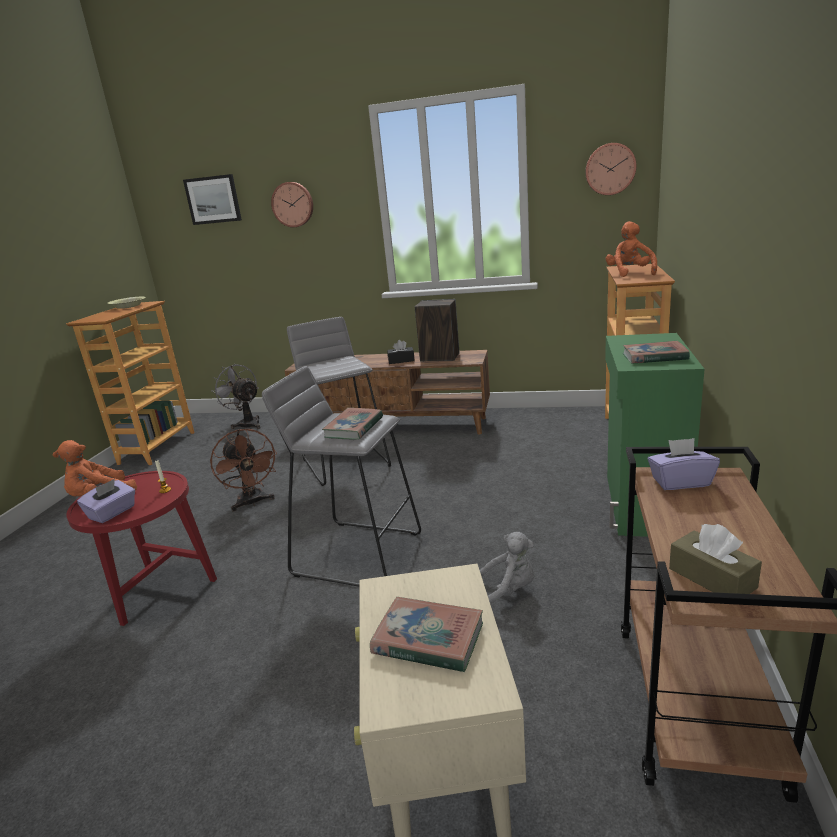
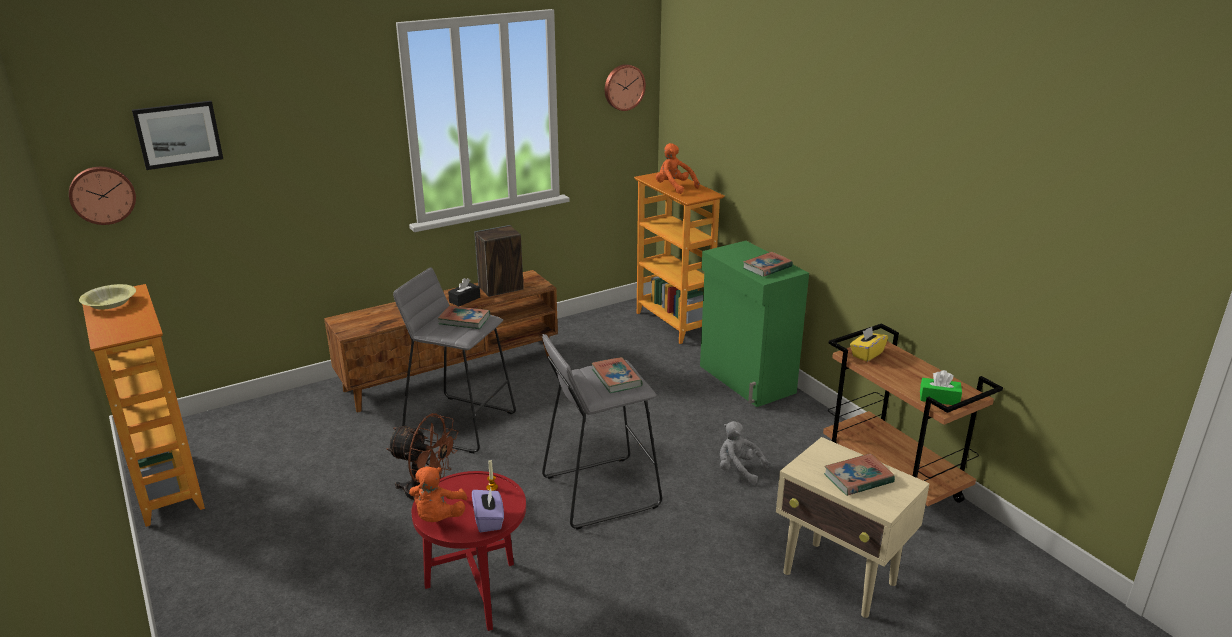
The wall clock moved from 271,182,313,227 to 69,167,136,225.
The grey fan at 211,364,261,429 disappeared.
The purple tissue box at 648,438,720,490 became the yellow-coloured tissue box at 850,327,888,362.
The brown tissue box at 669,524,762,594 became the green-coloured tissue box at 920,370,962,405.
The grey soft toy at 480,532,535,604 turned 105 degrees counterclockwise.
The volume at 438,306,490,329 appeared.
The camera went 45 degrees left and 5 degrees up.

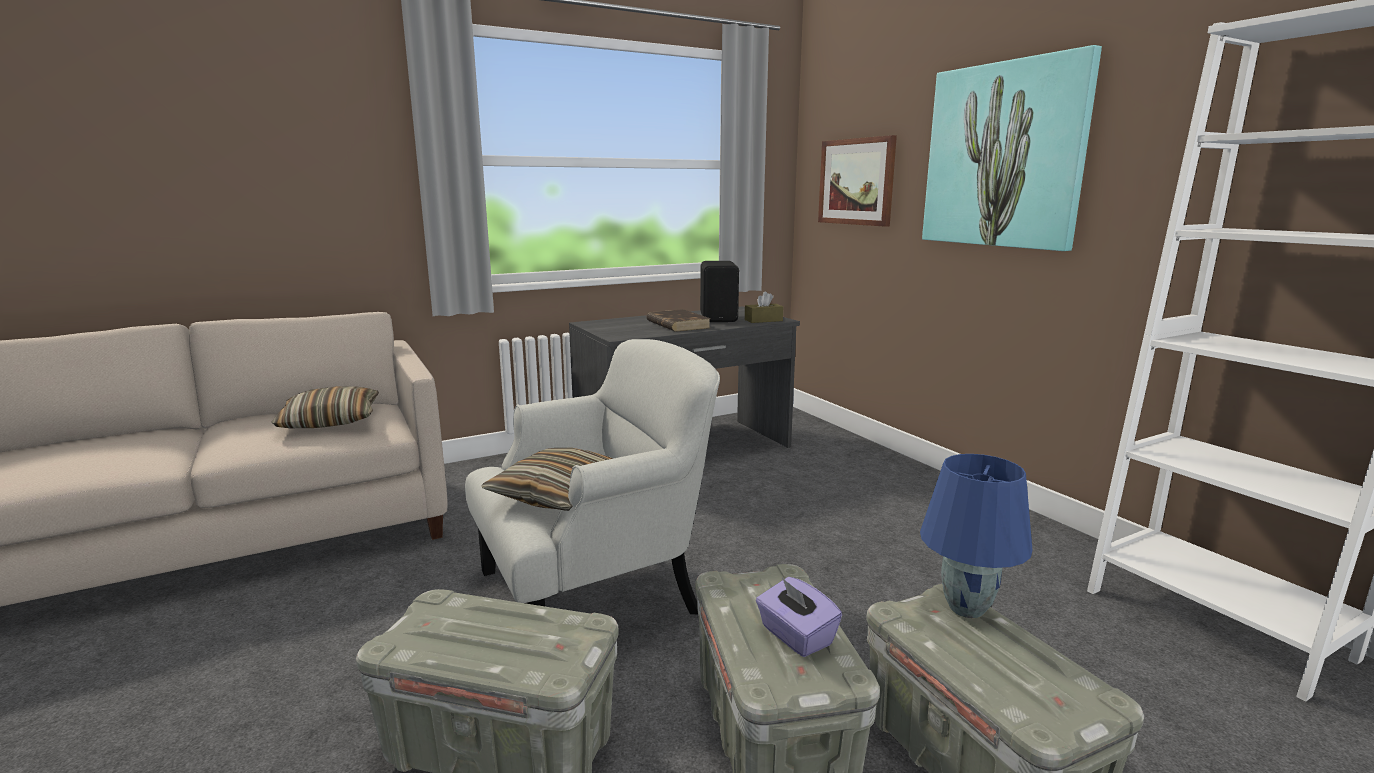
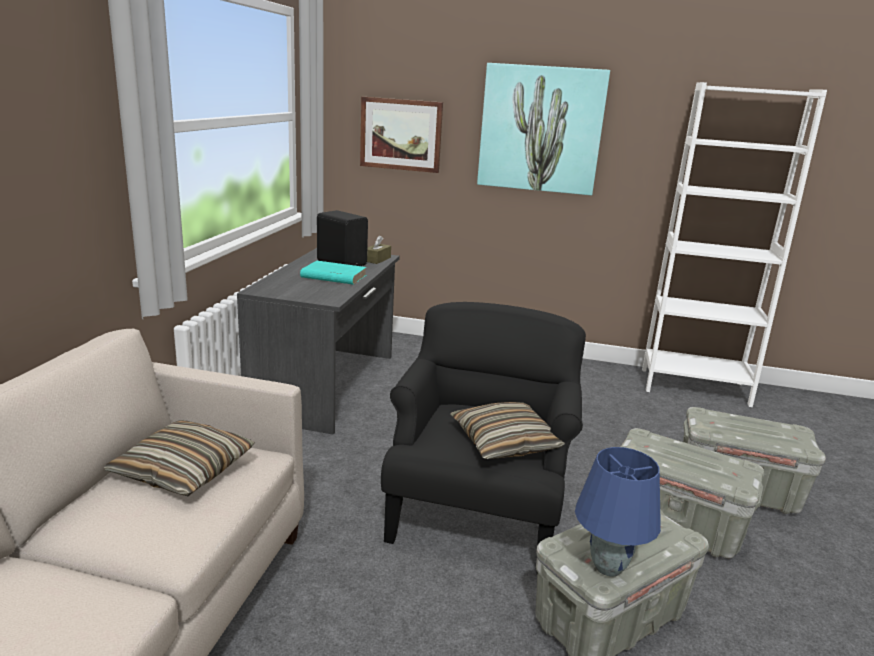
The brown volume at 647,309,711,332 became the turquoise volume at 300,261,367,285.
The white-coloured armchair at 465,339,720,614 became the black-coloured armchair at 381,302,586,544.
The bluish table lamp moved from 920,454,1032,618 to 575,447,661,577.
The purple tissue box at 756,577,842,657 disappeared.
The camera went 50 degrees left and 5 degrees up.

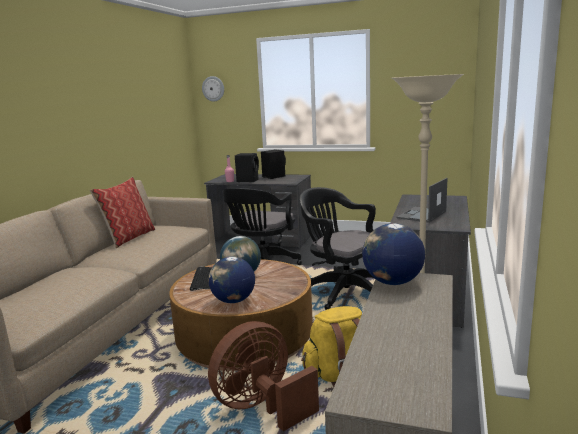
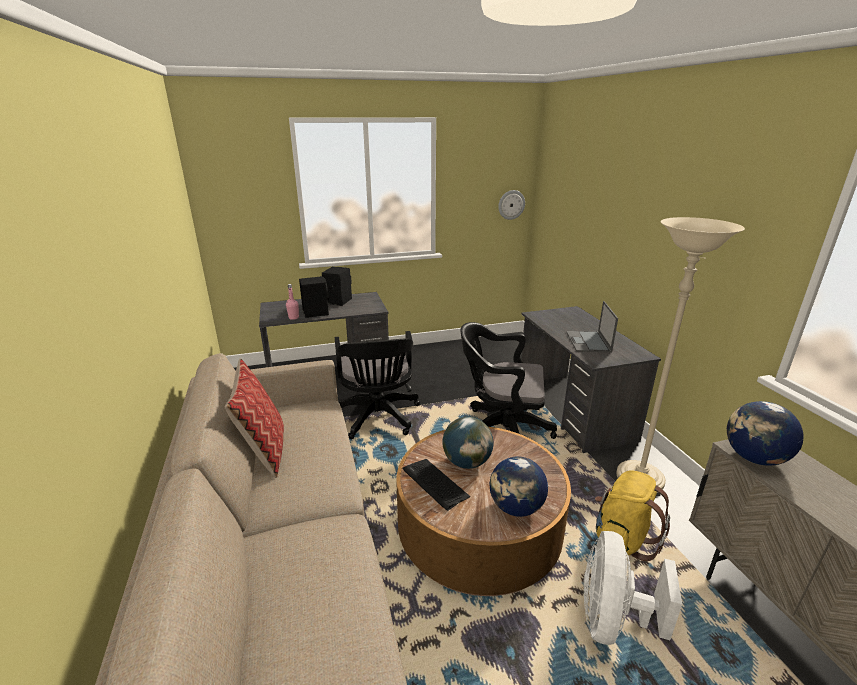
The wall clock moved from 202,76,224,101 to 498,190,525,220.
The brown fan at 208,321,319,431 became the white-coloured fan at 583,531,682,645.
The camera went 35 degrees left and 10 degrees up.

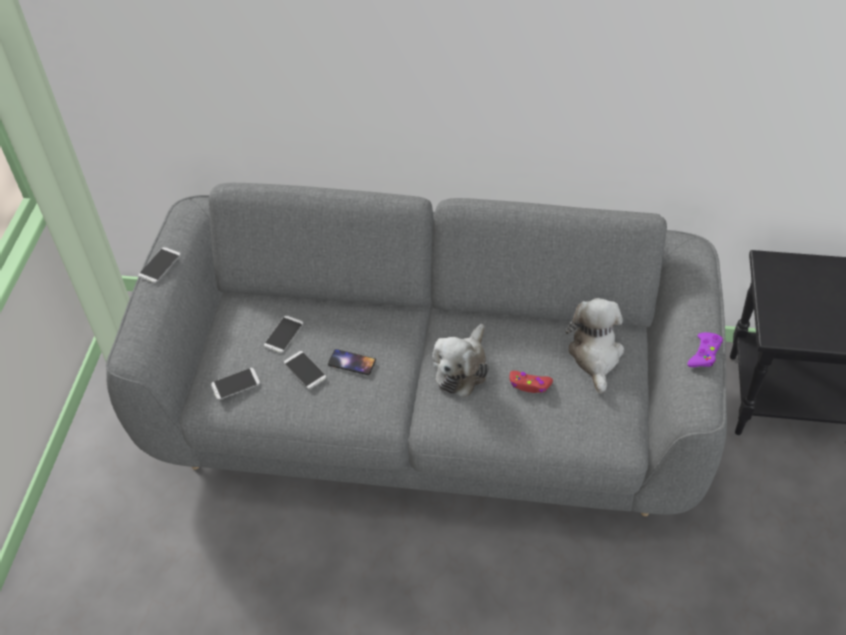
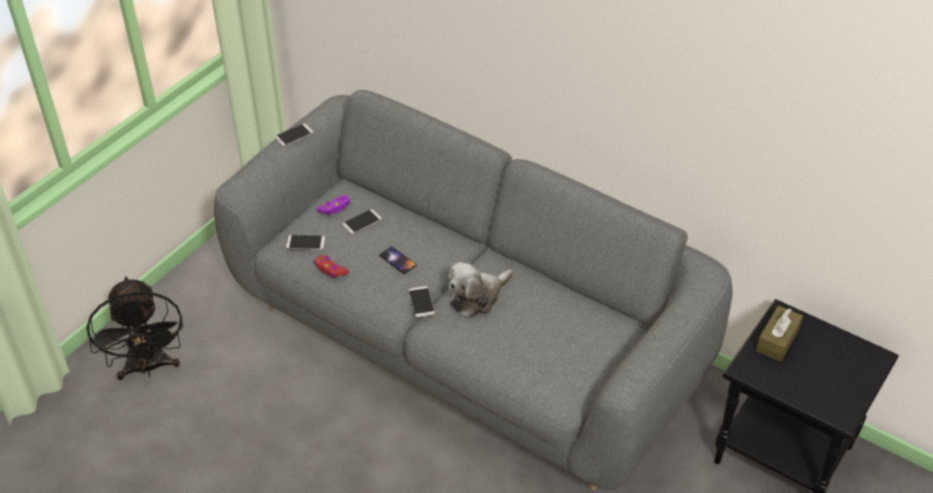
The soft toy at 565,298,624,394 disappeared.
The purple gamepad moved from 688,332,723,368 to 316,195,350,215.
The telephone moved from 284,351,326,389 to 409,286,435,317.
The reddish gamepad moved from 509,371,553,393 to 314,255,349,277.
The black-coloured fan at 87,276,183,380 appeared.
The brown tissue box at 756,306,803,362 appeared.
The camera went 25 degrees right and 5 degrees down.

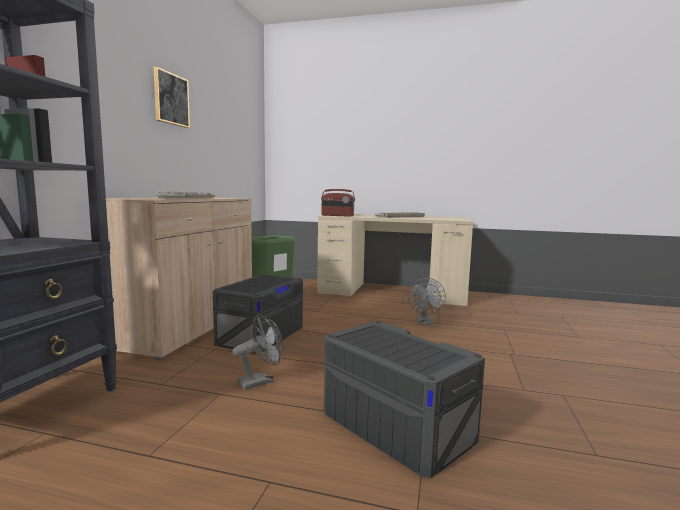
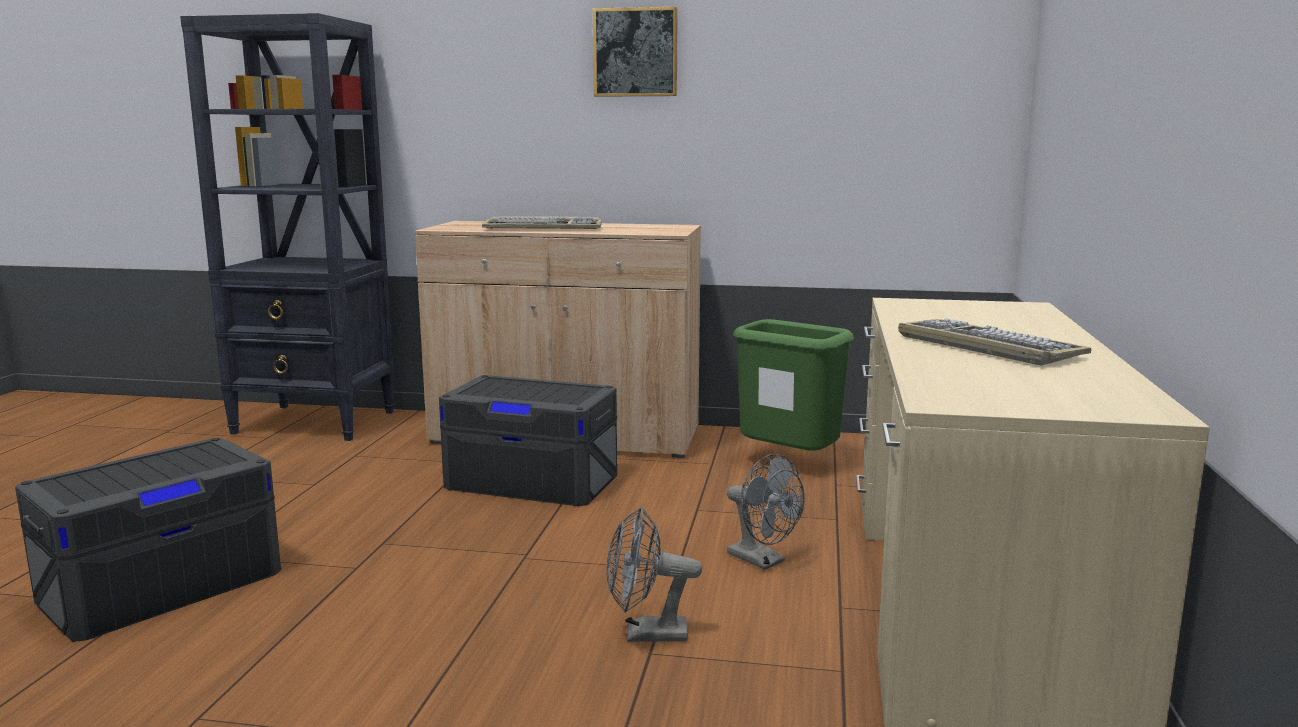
The radio at 321,189,355,217 disappeared.
The grey fan moved from 232,314,284,390 to 727,454,805,570.
The camera went 85 degrees right and 5 degrees up.

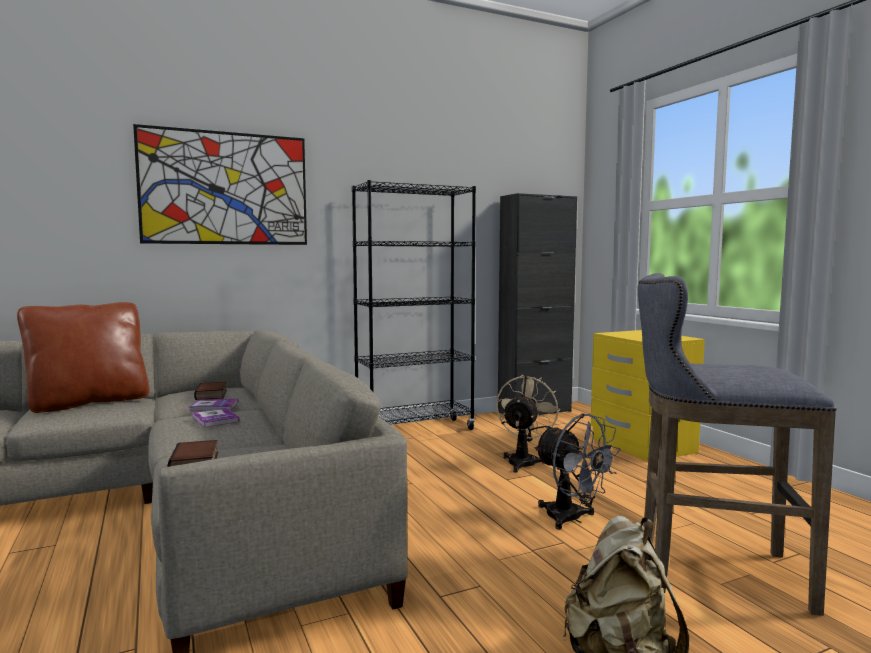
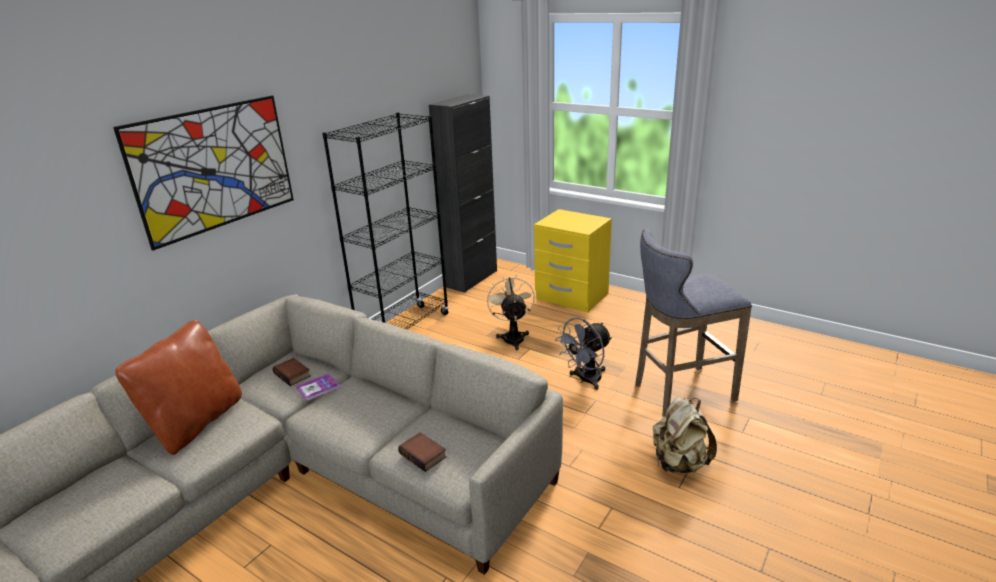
The volume at 192,408,239,428 disappeared.
The grey fan at 534,413,621,530 turned 120 degrees clockwise.
The camera went 30 degrees left and 20 degrees up.

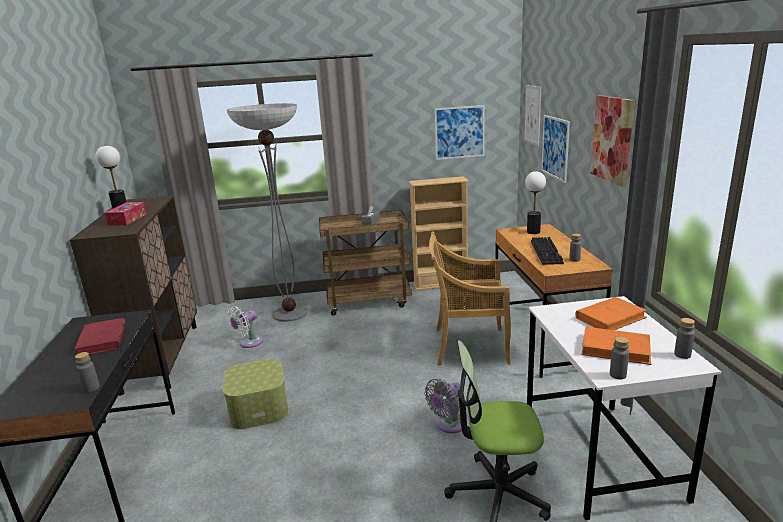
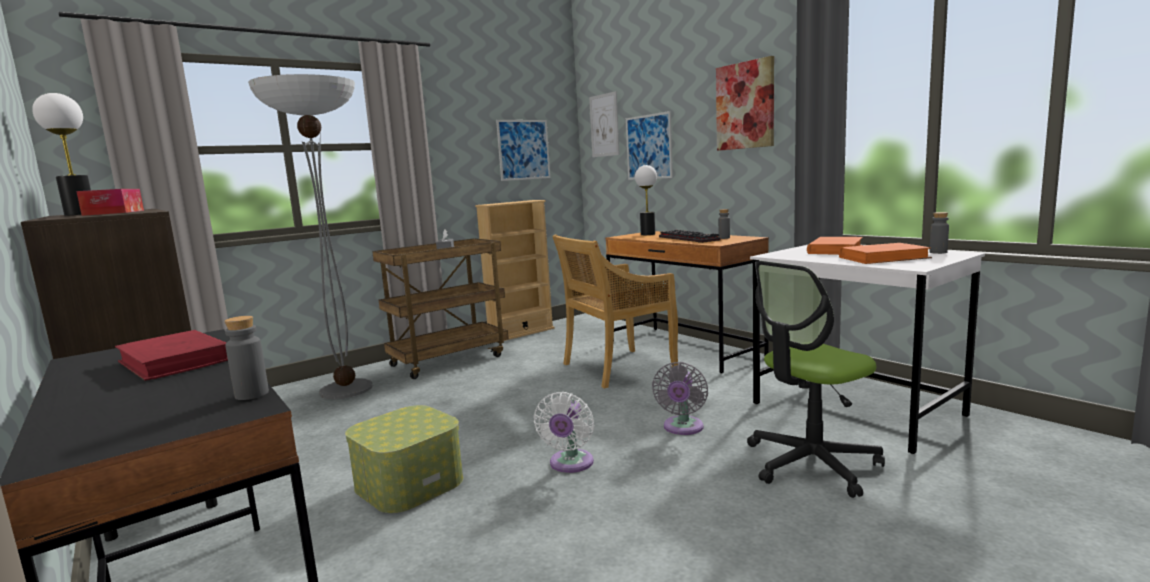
The white-coloured fan moved from 227,306,263,348 to 533,392,594,473.
The grey drink bottle at 610,336,629,379 disappeared.
The camera went 30 degrees left and 10 degrees down.

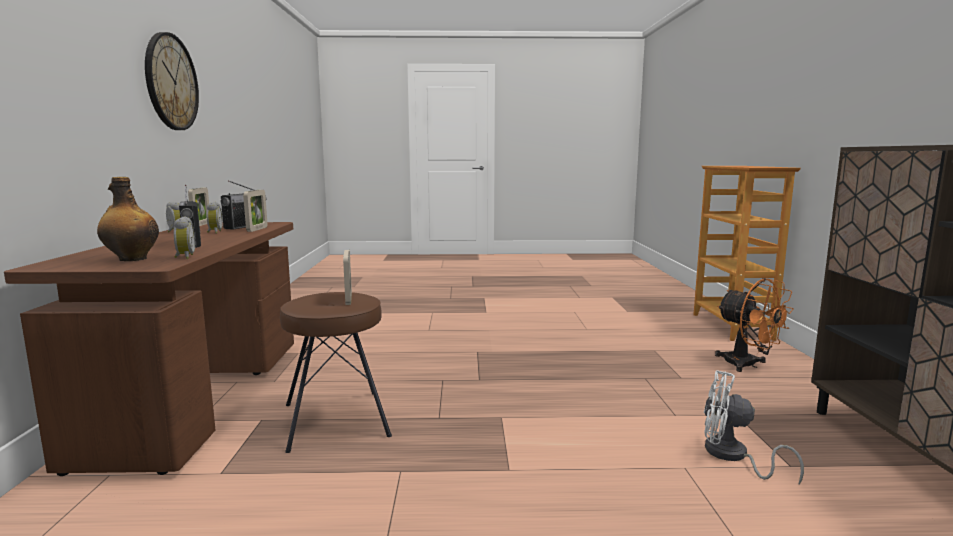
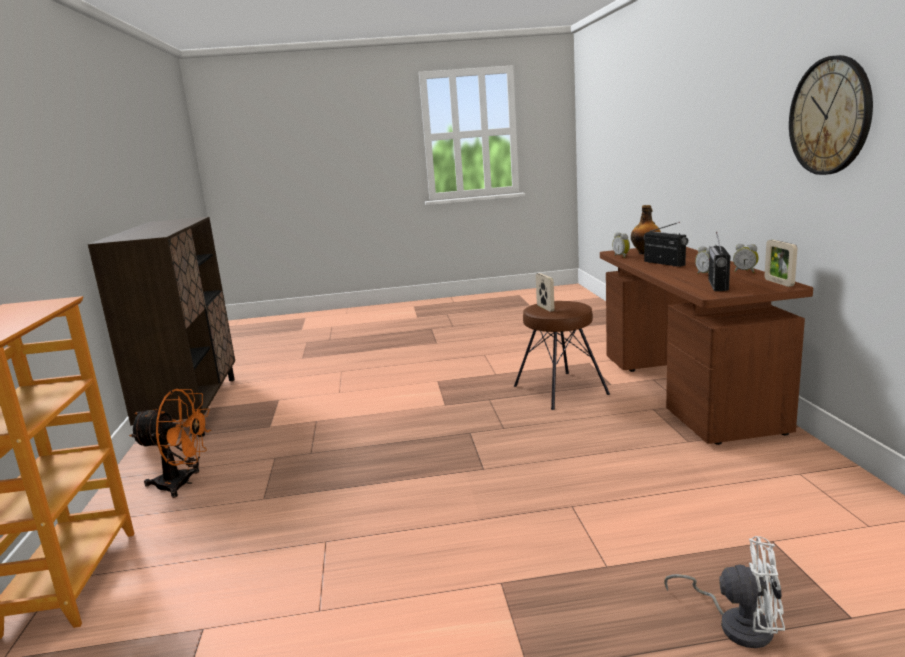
The photo frame at 243,190,268,232 disappeared.
The orangey fan at 715,278,794,372 turned 135 degrees clockwise.
The white-coloured fan moved from 704,370,804,484 to 664,536,785,648.
The camera went 175 degrees right and 5 degrees up.

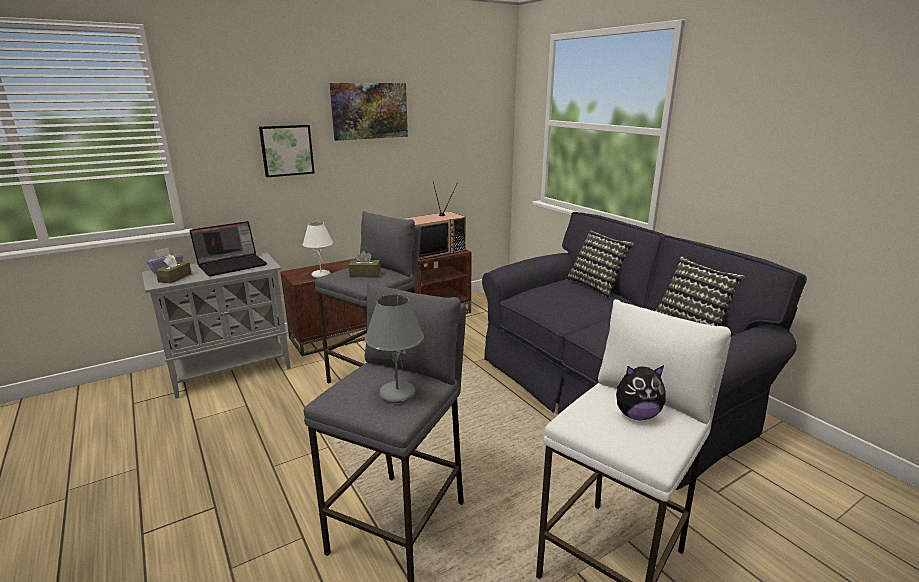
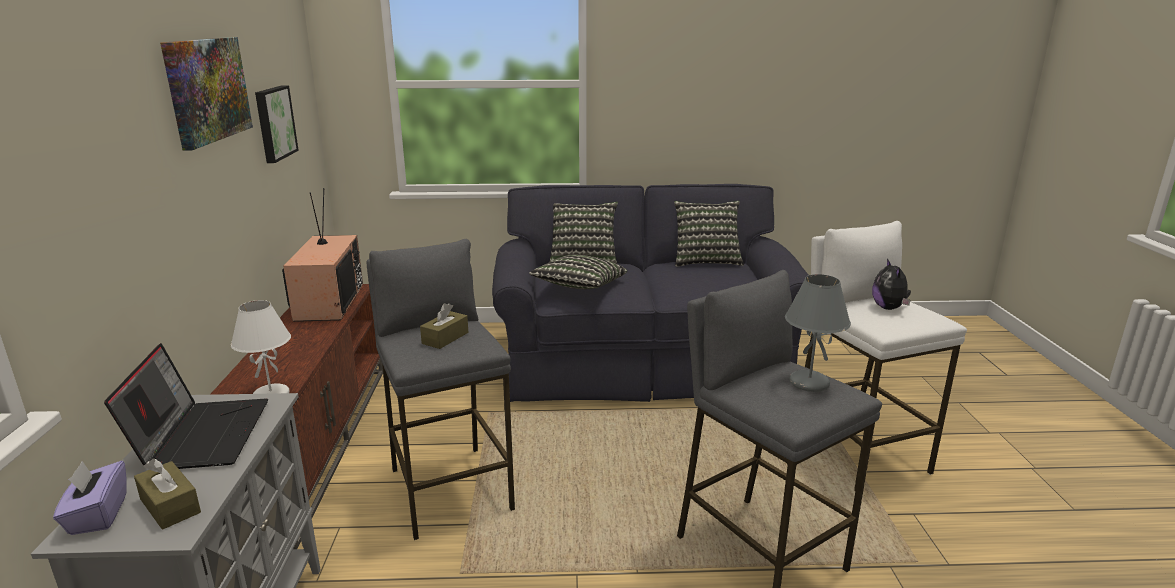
The wall art moved from 259,125,315,177 to 255,86,299,163.
The soft toy at 616,365,665,420 turned 150 degrees clockwise.
The pillow at 529,255,627,289 appeared.
The camera went 60 degrees left and 0 degrees up.

